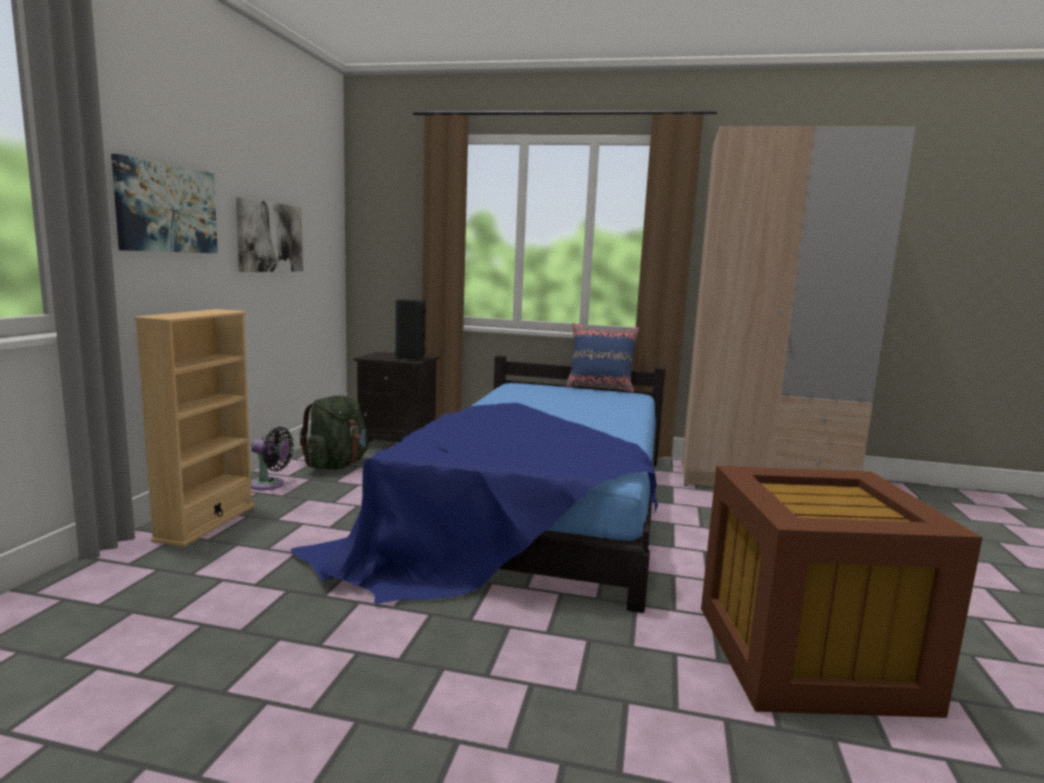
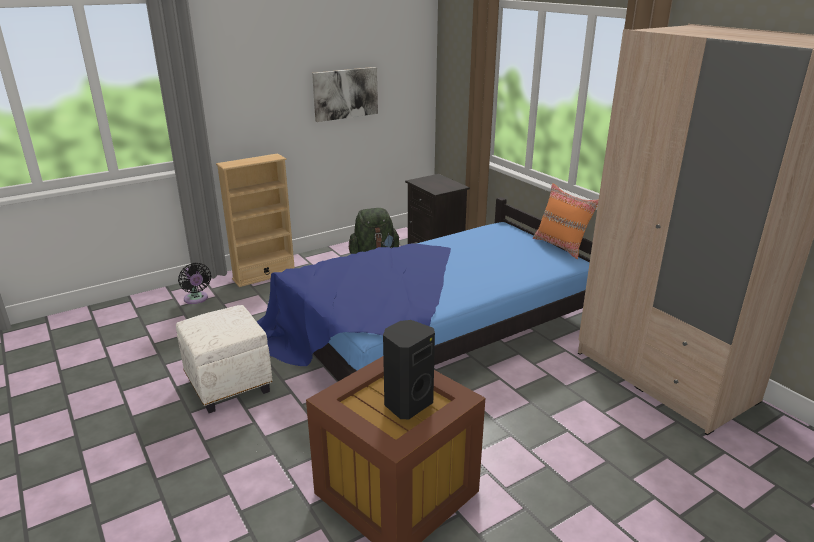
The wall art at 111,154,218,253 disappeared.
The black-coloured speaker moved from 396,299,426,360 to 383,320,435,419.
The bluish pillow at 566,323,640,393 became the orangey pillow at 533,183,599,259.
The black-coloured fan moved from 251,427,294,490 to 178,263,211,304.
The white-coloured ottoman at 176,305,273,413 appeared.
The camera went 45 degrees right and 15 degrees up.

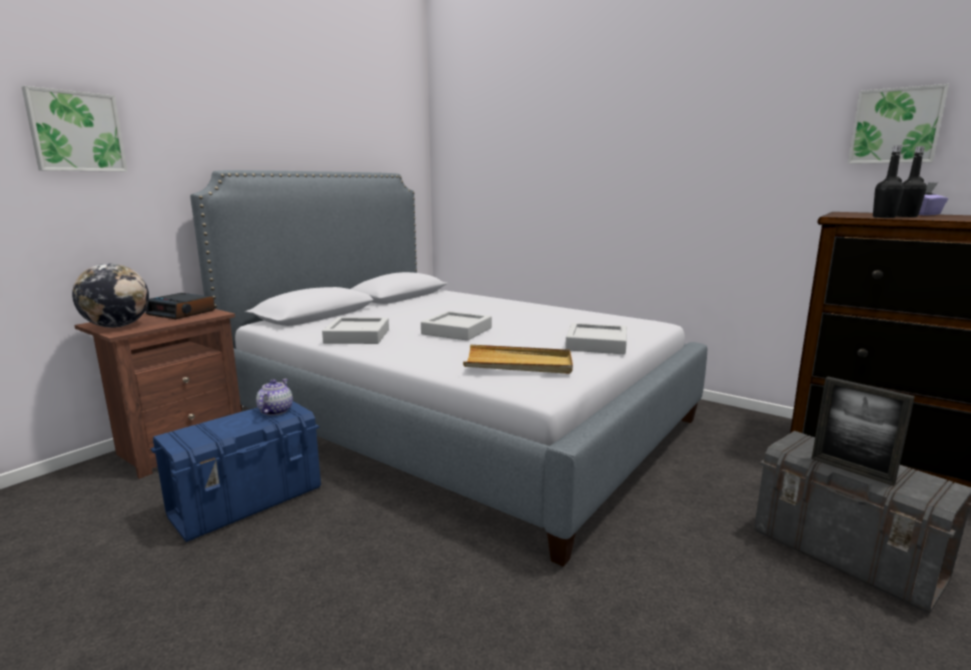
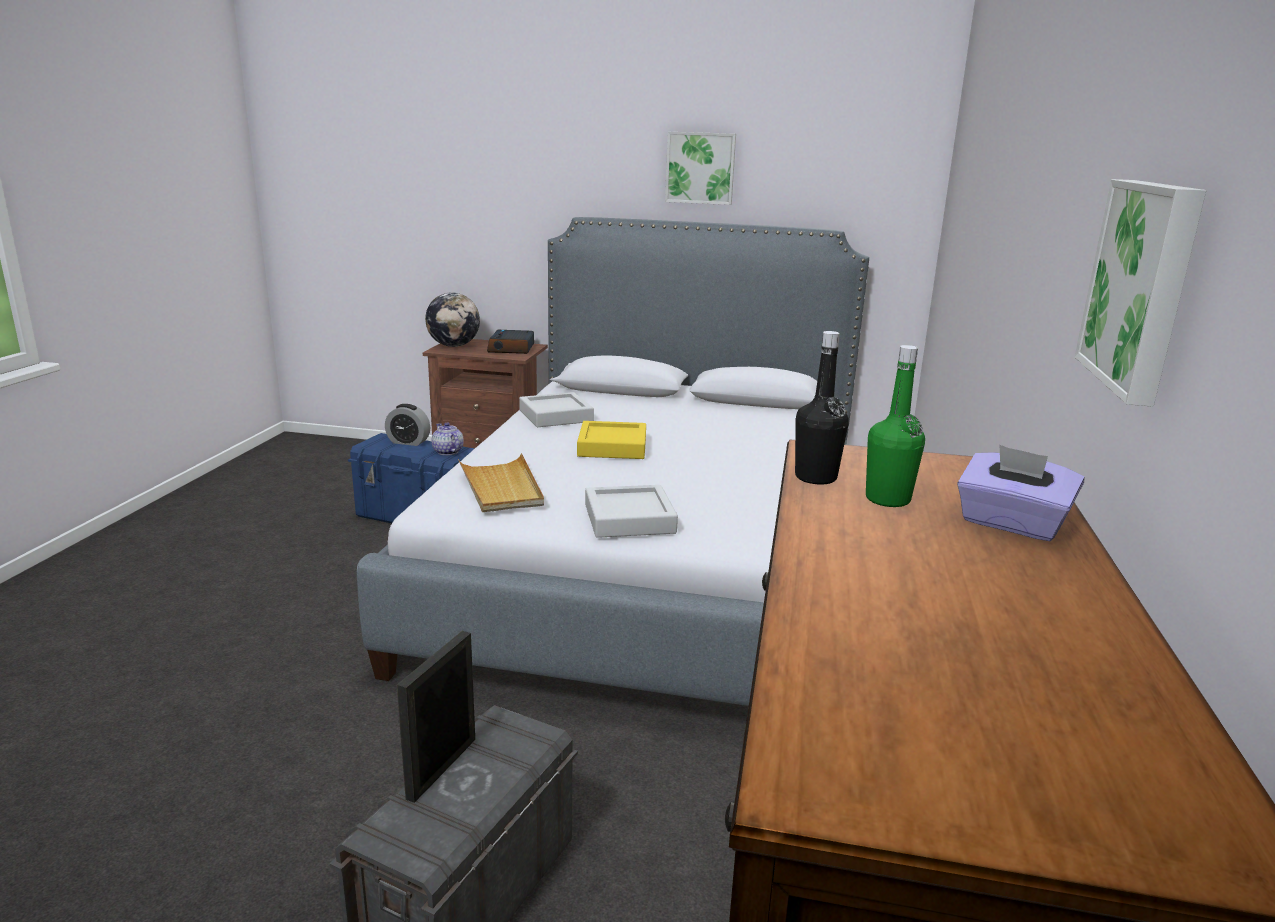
The wall art moved from 22,86,127,172 to 665,132,736,205.
The black-coloured drink bottle at 897,146,927,217 became the green-coloured drink bottle at 866,345,925,507.
The grey tray at 421,311,492,341 became the yellow-coloured tray at 577,421,646,459.
The pot for tea at 256,379,293,416 turned 105 degrees counterclockwise.
The alarm clock at 385,404,430,446 appeared.
The camera went 65 degrees right and 5 degrees up.

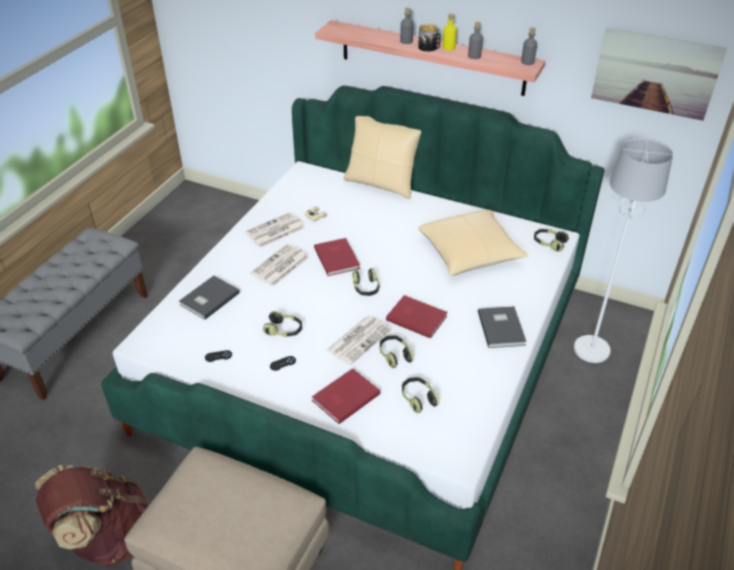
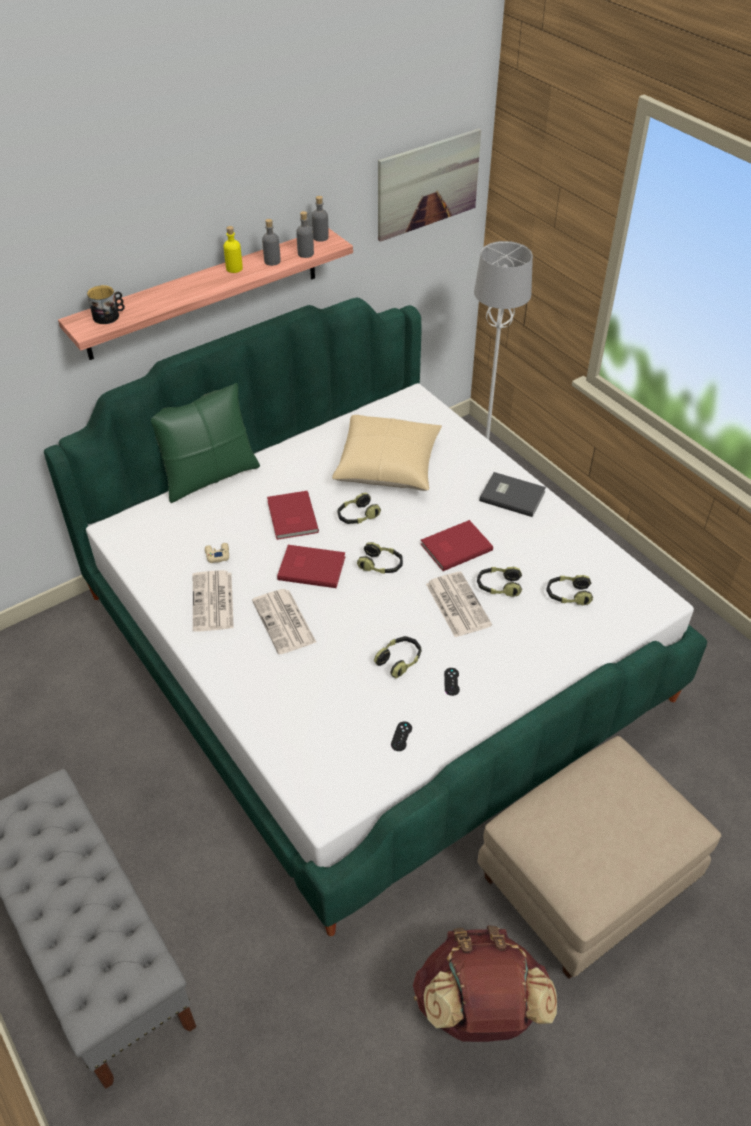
The grey drink bottle moved from 400,7,414,44 to 296,211,314,258.
The coffee mug moved from 418,24,441,52 to 87,285,125,324.
The beige-coloured pillow at 343,116,421,199 became the green-coloured pillow at 151,383,260,503.
The headphones moved from 534,229,569,251 to 337,493,381,524.
The grey volume at 179,276,240,320 disappeared.
The reddish volume moved from 312,368,381,424 to 267,491,319,540.
The camera went 60 degrees left and 5 degrees up.

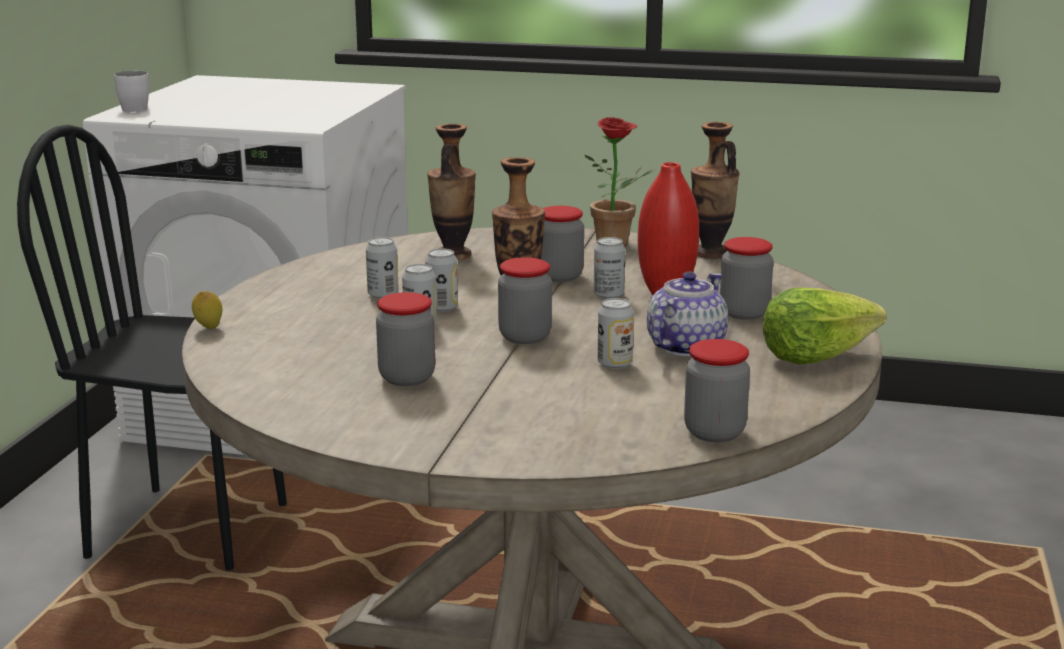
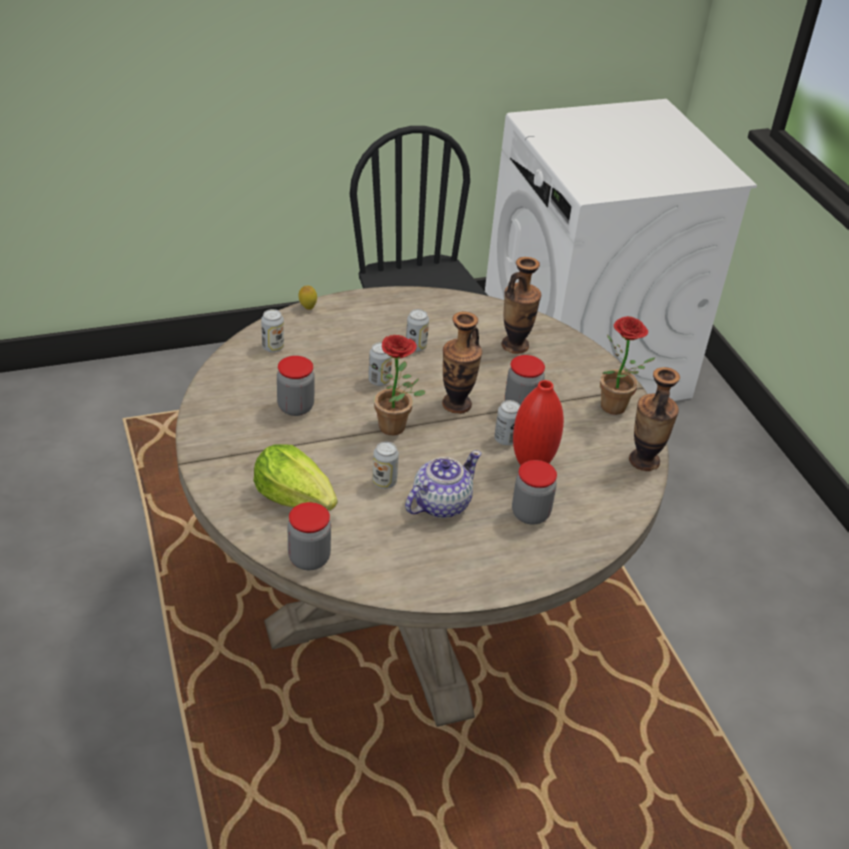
The white-coloured coffee mug at 114,71,149,112 disappeared.
The metal can moved from 425,248,458,312 to 261,309,284,352.
The storage jar at 498,257,552,344 was replaced by the potted plant at 371,335,425,435.
The pot for tea at 647,271,728,356 turned 45 degrees counterclockwise.
The head of lettuce moved from 763,288,887,364 to 254,444,337,511.
The camera went 55 degrees right and 20 degrees up.

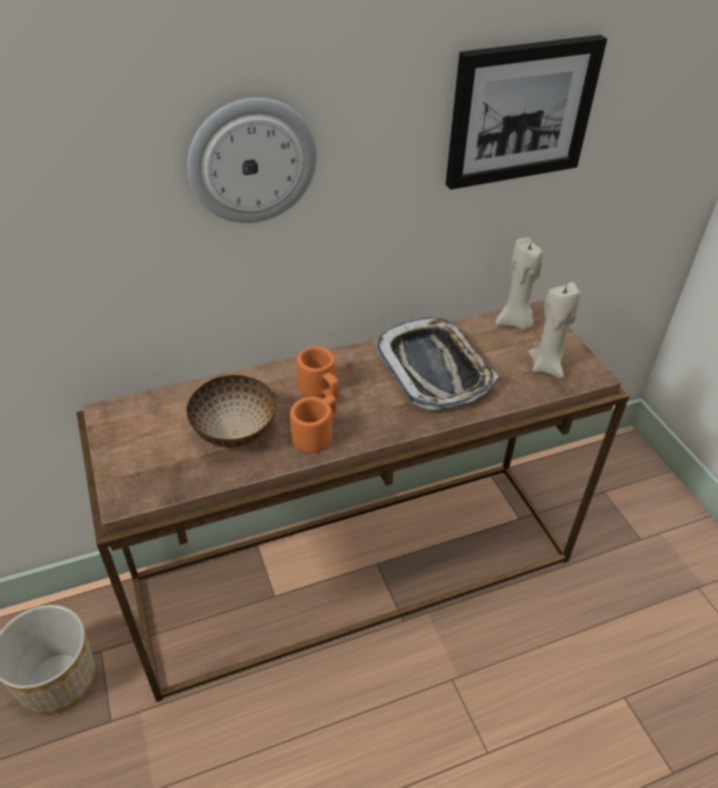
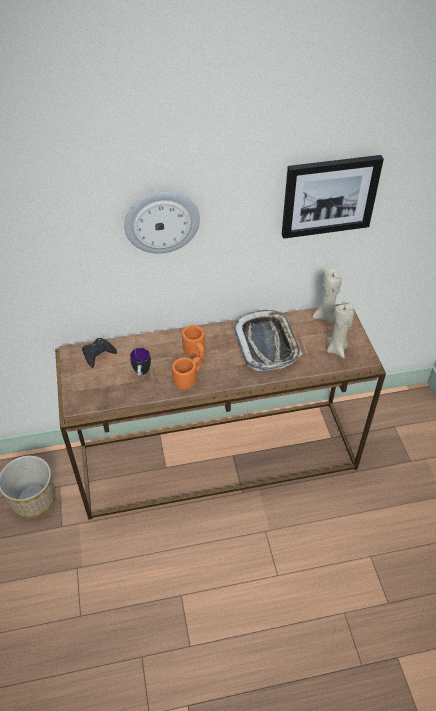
The bowl at 186,375,277,448 was replaced by the coffee mug at 130,348,151,376.
The black-coloured gamepad at 82,338,117,368 appeared.
The camera went 10 degrees right and 5 degrees up.

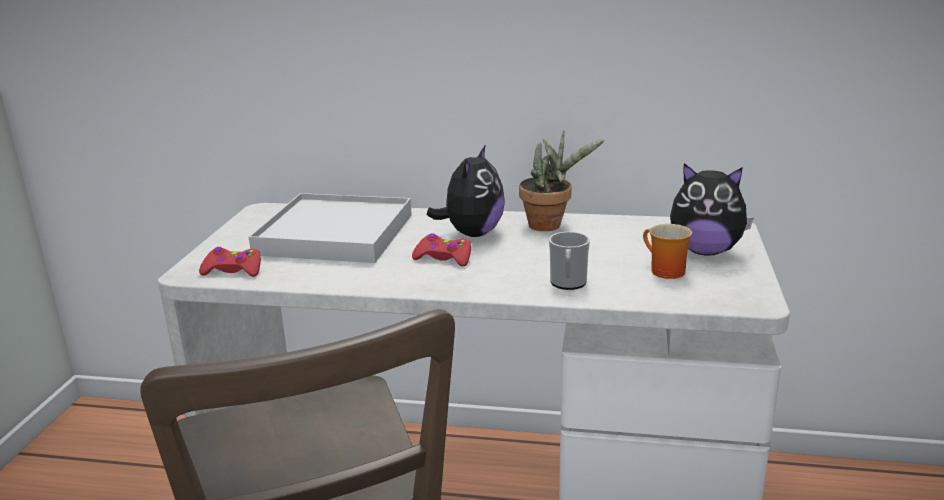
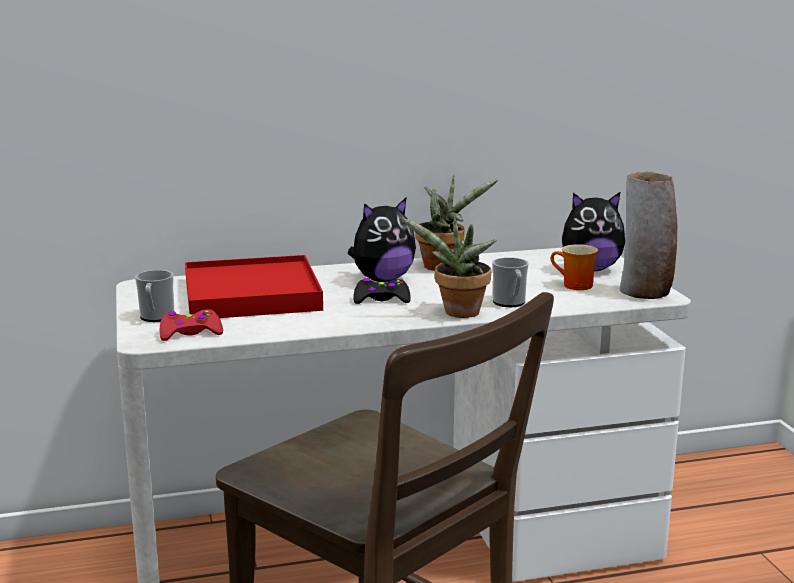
The soft toy at 427,145,505,237 turned 60 degrees clockwise.
The white-coloured tray at 249,193,412,263 became the reddish tray at 185,255,323,318.
The reddish gamepad at 412,233,471,267 became the black-coloured gamepad at 353,278,411,304.
The flower vase at 620,171,677,299 appeared.
The potted plant at 400,217,497,318 appeared.
The coffee mug at 135,270,174,322 appeared.
The camera went 25 degrees left and 5 degrees down.

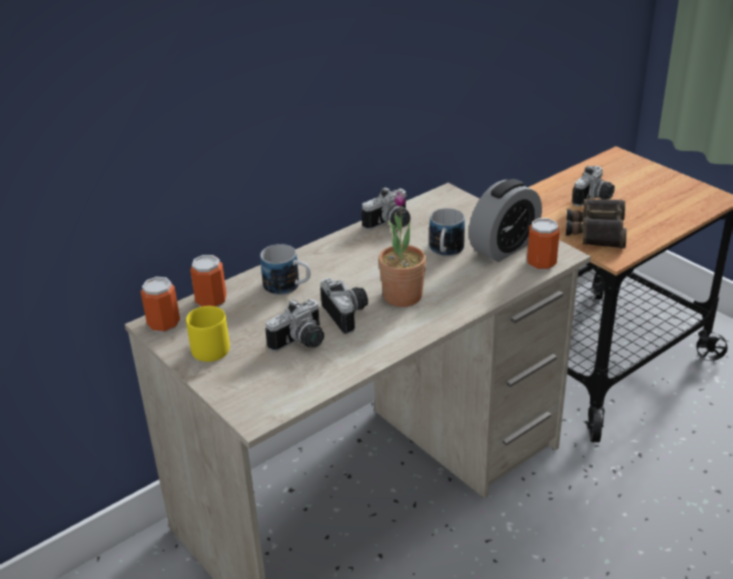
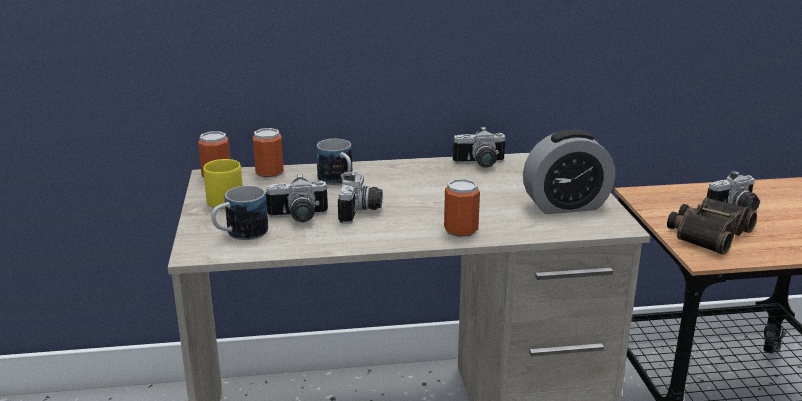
The potted plant at 378,191,426,307 disappeared.
The coffee mug moved from 429,208,465,256 to 211,186,268,240.
The metal can moved from 527,218,560,270 to 444,179,480,238.
The camera went 30 degrees right and 10 degrees down.

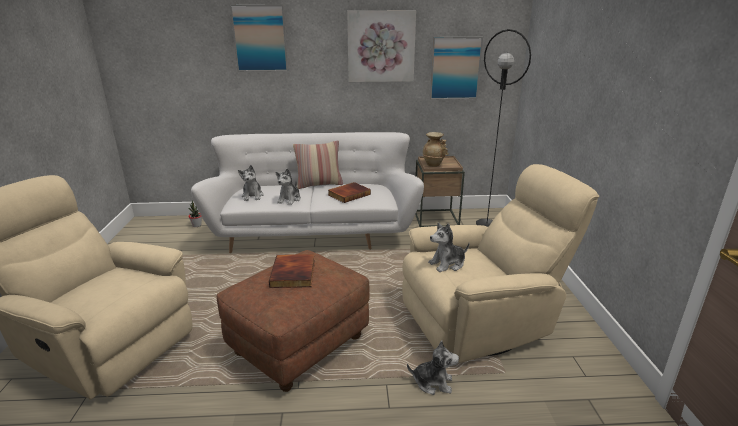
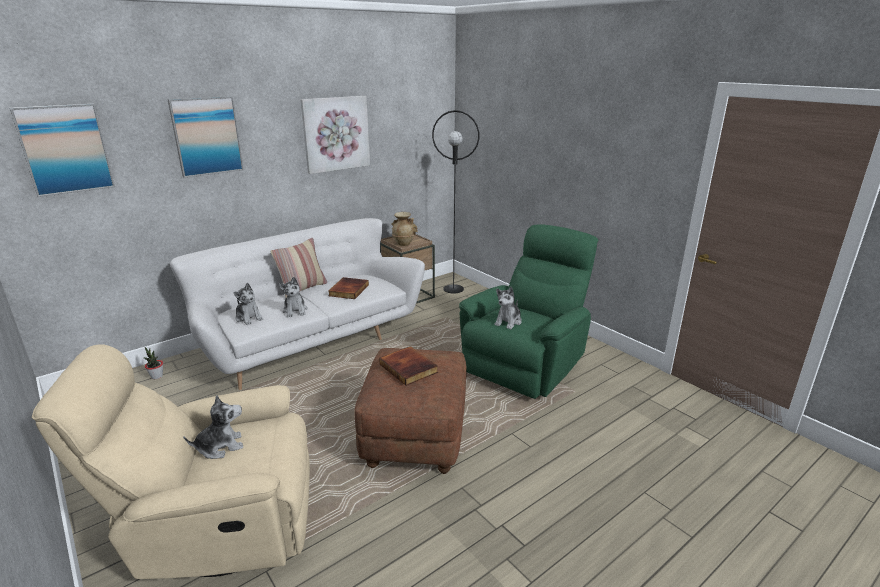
The wall art moved from 430,37,483,99 to 10,104,115,197.
The beige-coloured armchair at 402,164,599,363 became the green-coloured armchair at 459,224,599,399.
The soft toy moved from 407,340,459,395 to 183,395,243,459.
The camera went 35 degrees left and 0 degrees up.

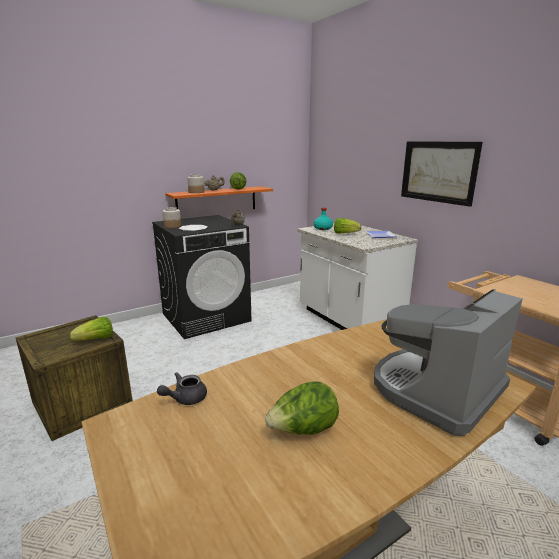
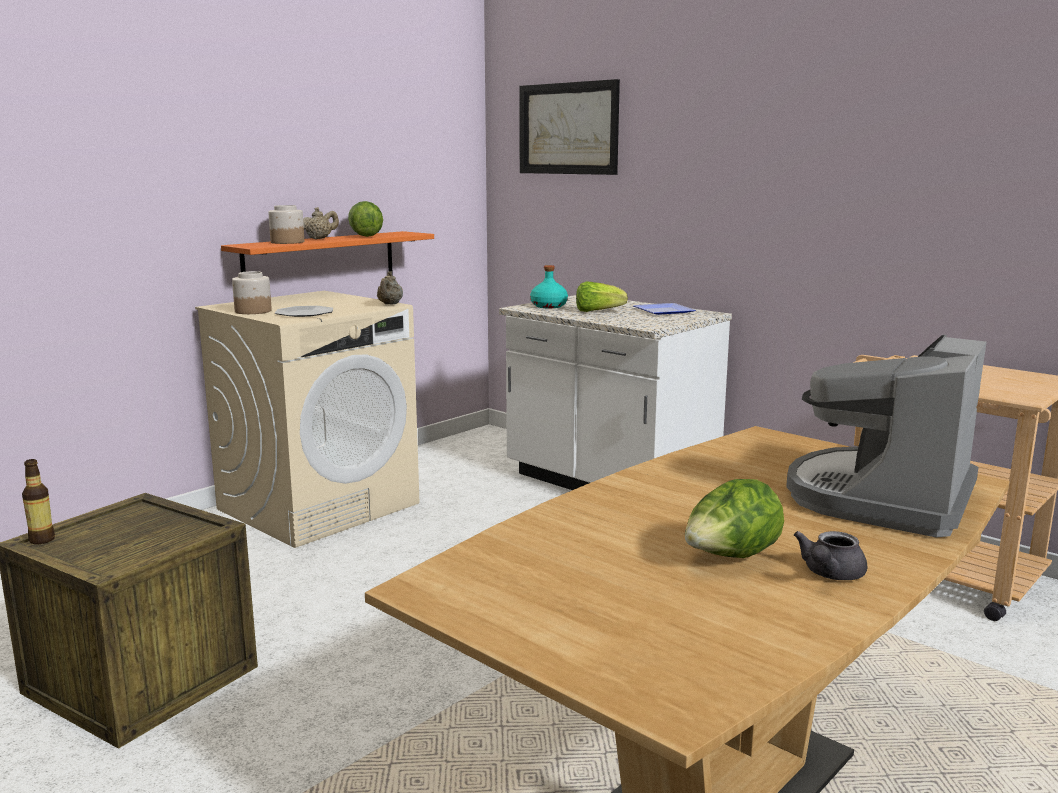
The wall art moved from 401,141,483,207 to 519,79,620,175.
The black-coloured washing machine at 152,215,252,339 became the beige-coloured washing machine at 195,291,419,548.
The head of lettuce at 70,317,113,341 disappeared.
The grey pot for tea moved from 157,372,207,405 to 794,531,867,580.
The drink bottle at 22,459,55,544 appeared.
The camera went 15 degrees left and 5 degrees down.

